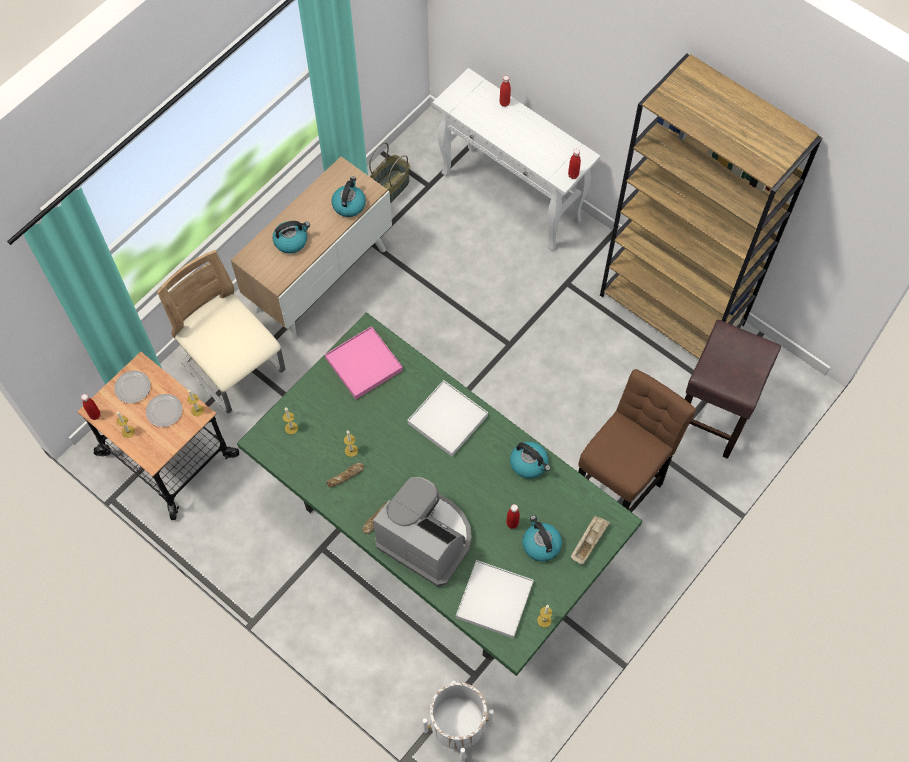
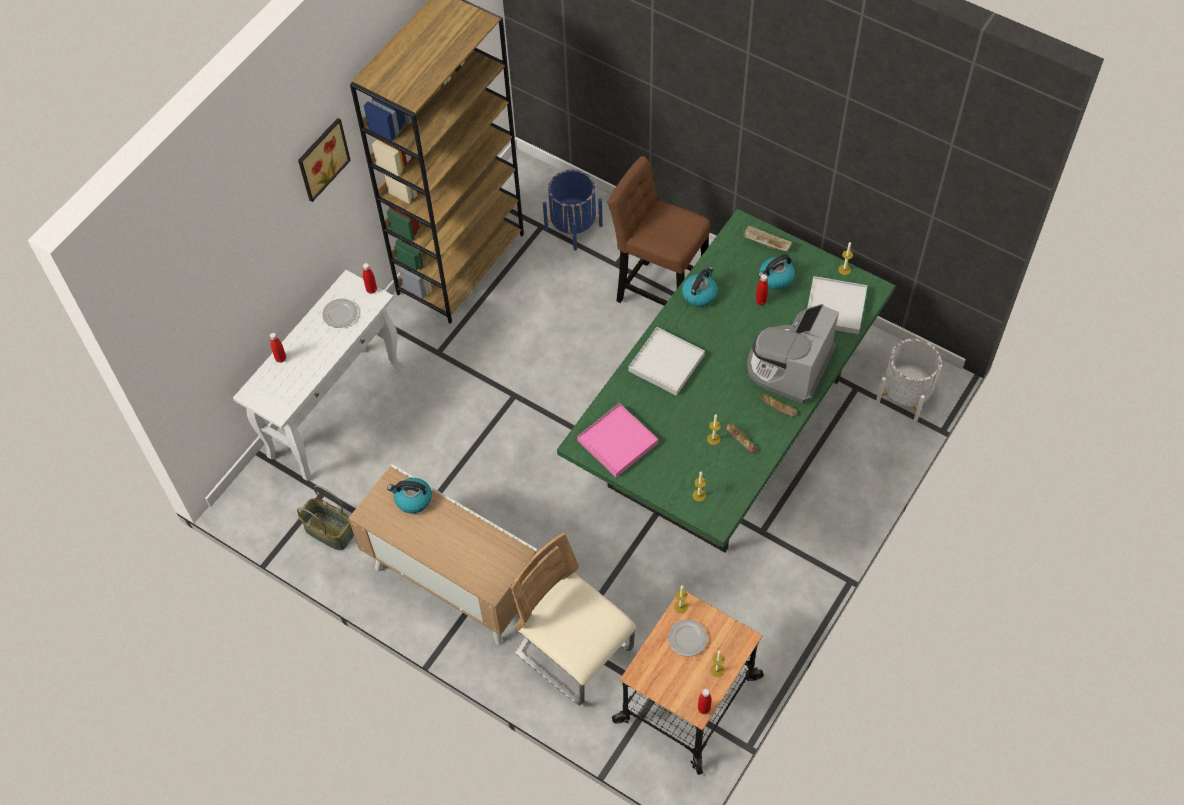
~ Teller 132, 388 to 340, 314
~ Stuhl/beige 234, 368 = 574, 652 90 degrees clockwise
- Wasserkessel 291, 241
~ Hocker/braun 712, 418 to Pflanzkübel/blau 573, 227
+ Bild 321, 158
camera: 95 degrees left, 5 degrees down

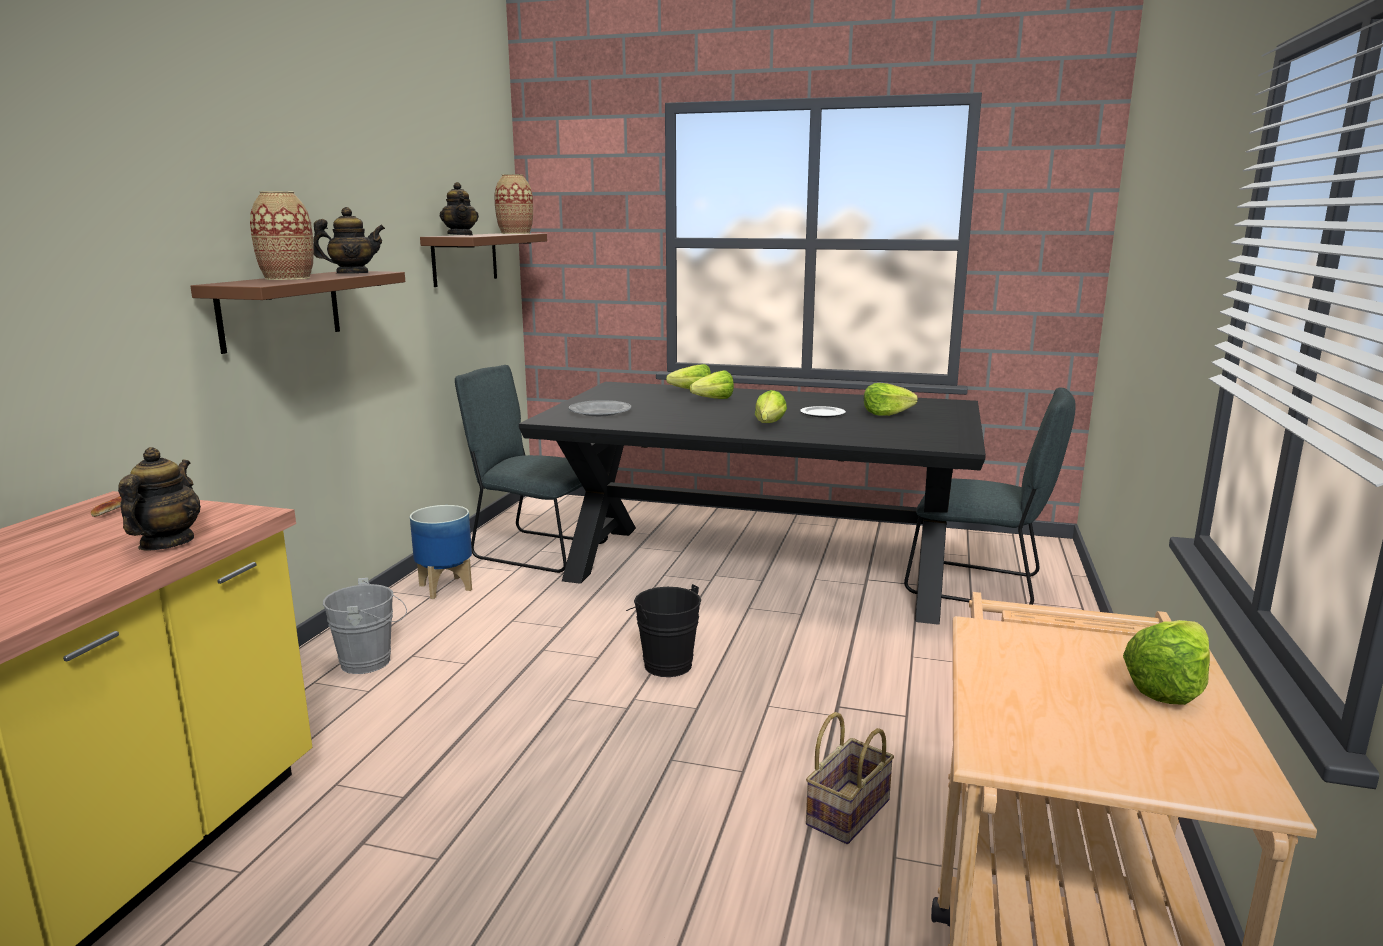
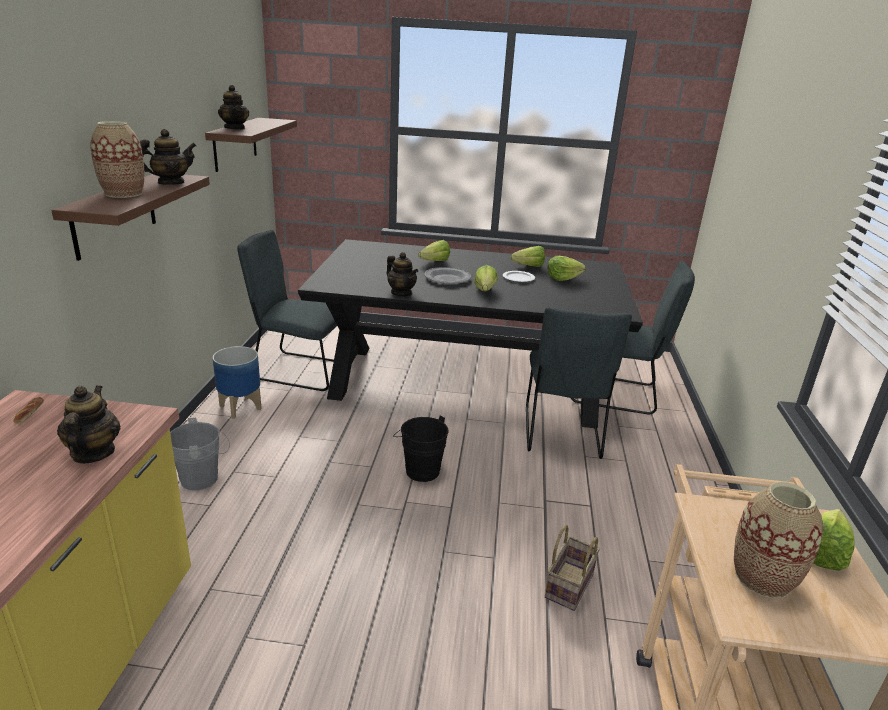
~ Vase 515, 233 to 762, 578
~ Teller/grau 600, 412 to 447, 279
~ Salatkopf 688, 391 to 526, 266
+ Teekanne 401, 293
+ Stuhl/grau 562, 435
camera: 10 degrees left, 10 degrees up

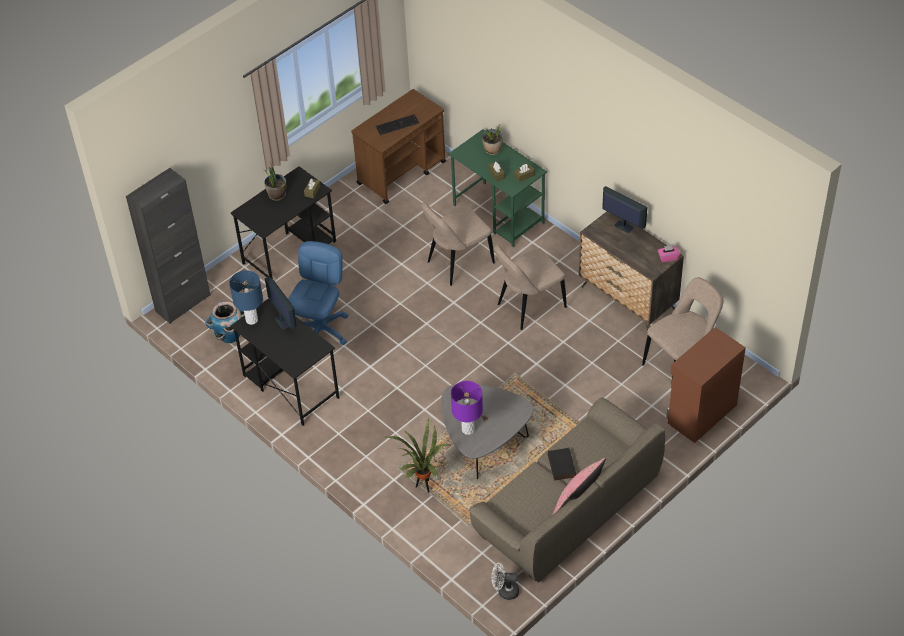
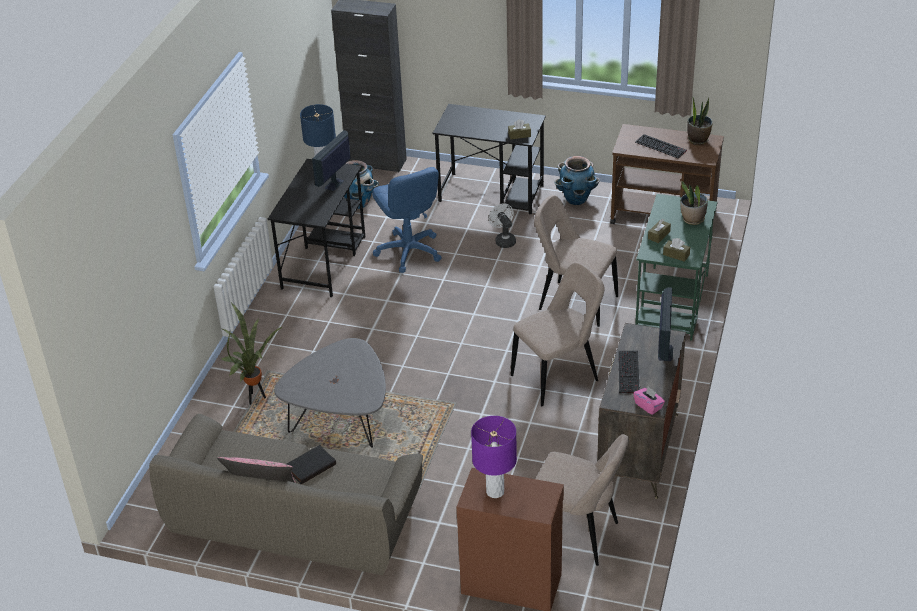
~ Topfpflanze 277, 195 to 698, 140
~ Bürostuhl/blau 321, 330 = 408, 251 75 degrees clockwise
~ Tischlampe/lila 468, 429 to 495, 492
~ Ventilator/weiß 504, 591 to 503, 240
~ Stuhl/beige 528, 307 = 558, 376 120 degrees clockwise
+ Pflanzkübel 576, 199
+ Tastatur 629, 372
camera: 60 degrees right, 10 degrees down

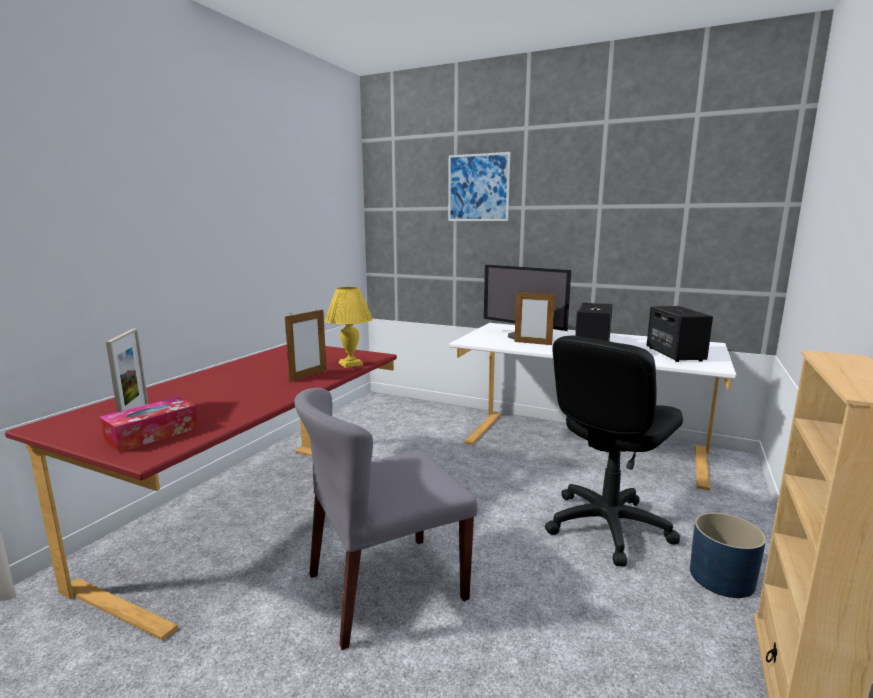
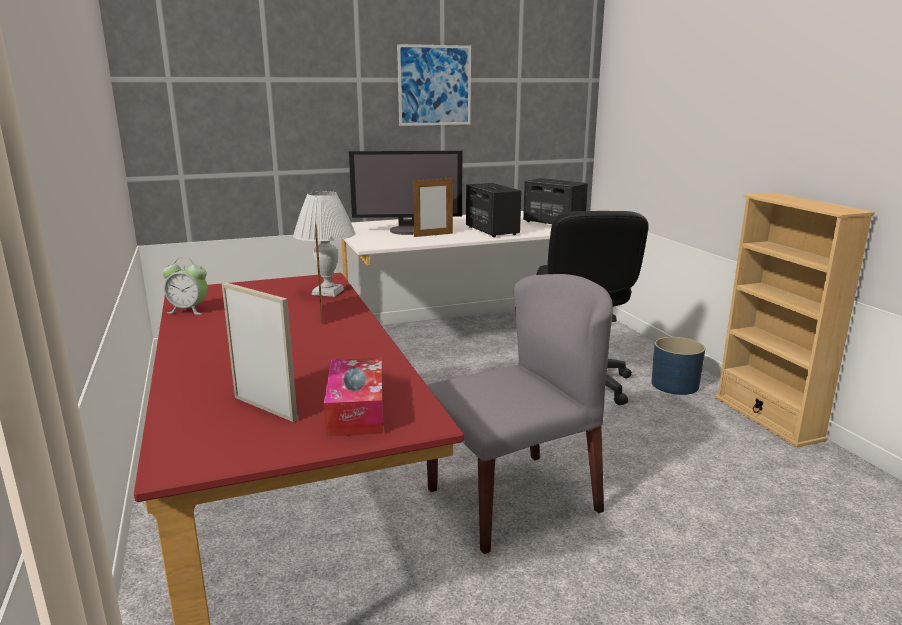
~ Stuhl/grau 385, 587 = 514, 499 135 degrees counterclockwise
~ Tischlampe/gelb 351, 364 to Tischlampe/weiß 328, 292
~ Bild 478, 187 to 434, 85
+ Wecker 189, 310
camera: 45 degrees left, 5 degrees up

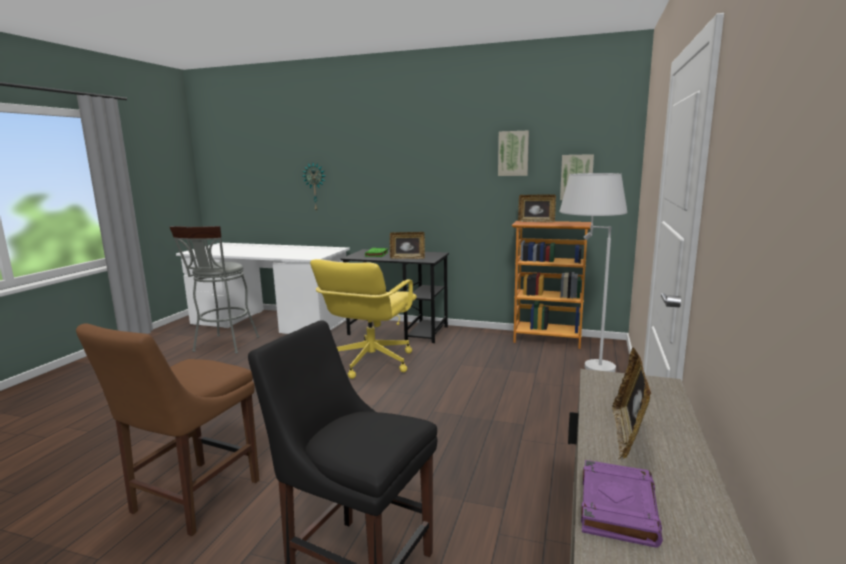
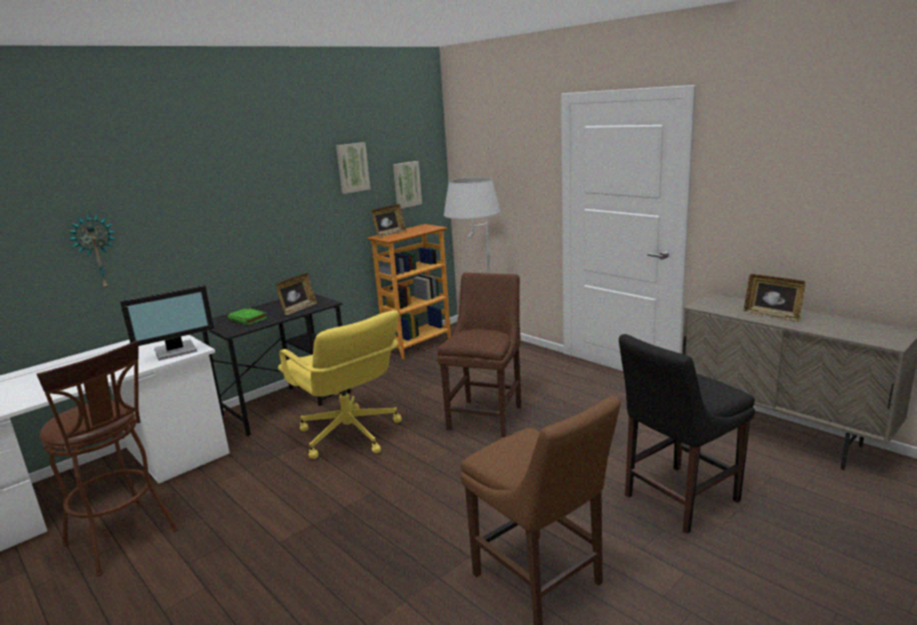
~ Hocker/grau 224, 346 to Hocker/braun 126, 540
- Buch/lila 617, 506
+ Monitor 176, 351
+ Stuhl/braun 487, 416
camera: 60 degrees left, 5 degrees up

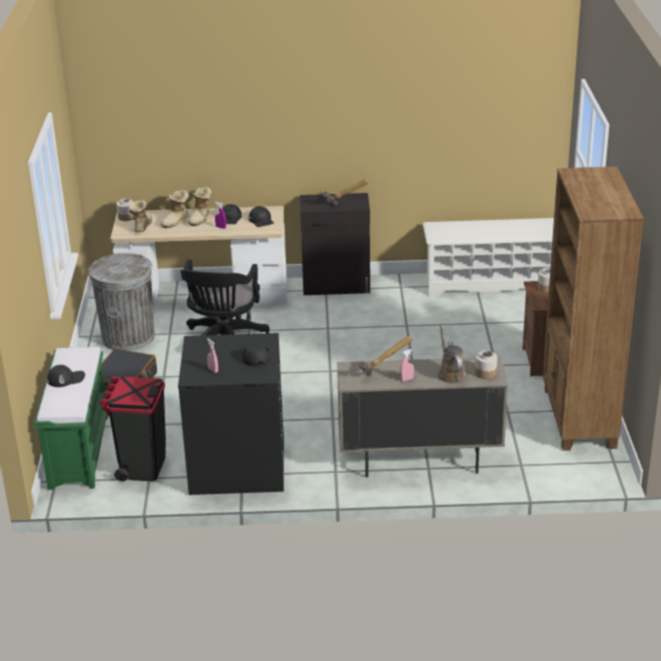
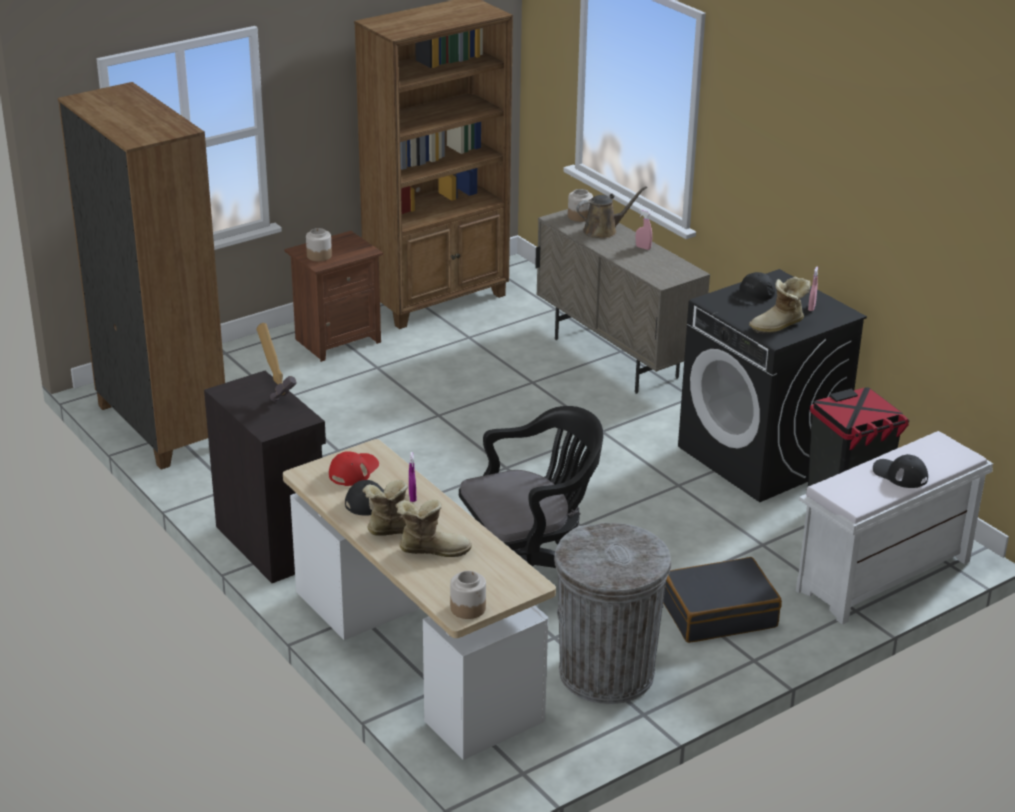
~ Bank/grün 78, 451 to Bank/weiß 883, 577
~ Stiefel 141, 227 to 779, 326
~ Kappe/schwarz 261, 220 to Kappe/rot 353, 471
- Hammer 385, 375
~ Schuhregal/weiß 489, 283 to Bücherregal/braun 162, 425
~ Gießkanne/braun 450, 374 = 603, 231 150 degrees counterclockwise
camera: 125 degrees left, 0 degrees up

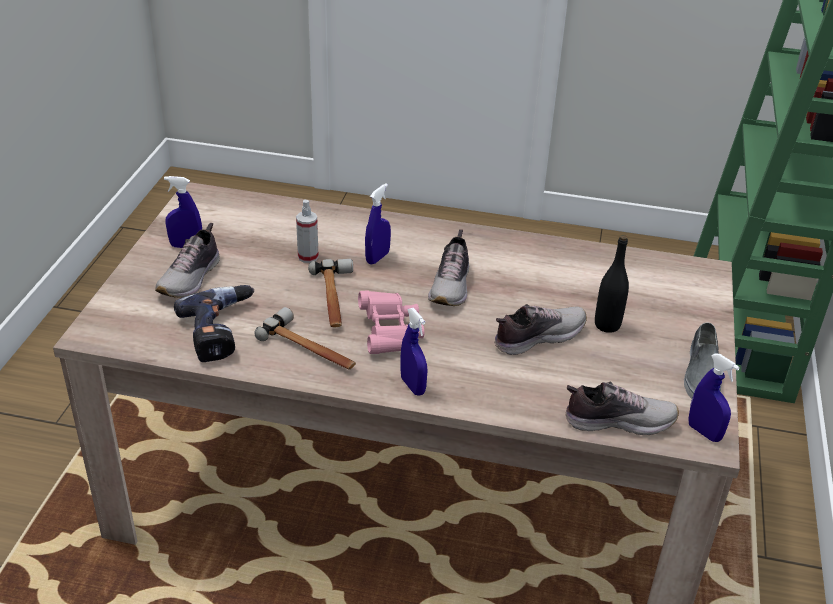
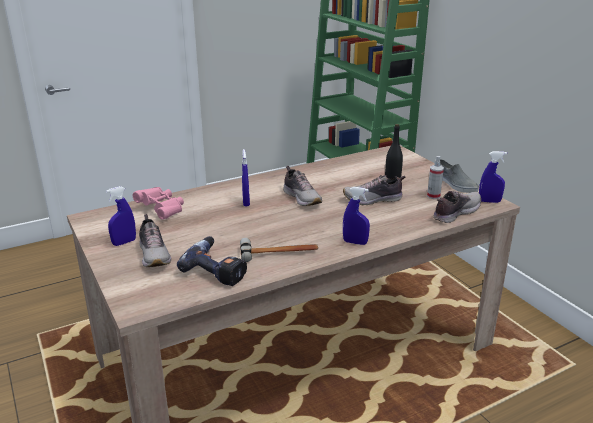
~ Sprühflasche 308, 257 to 433, 196
- Hammer 334, 298
~ Fernglas/rosa 390, 334 to 162, 210
~ Schuh 537, 337 = 373, 200 120 degrees counterclockwise
camera: 40 degrees left, 10 degrees down

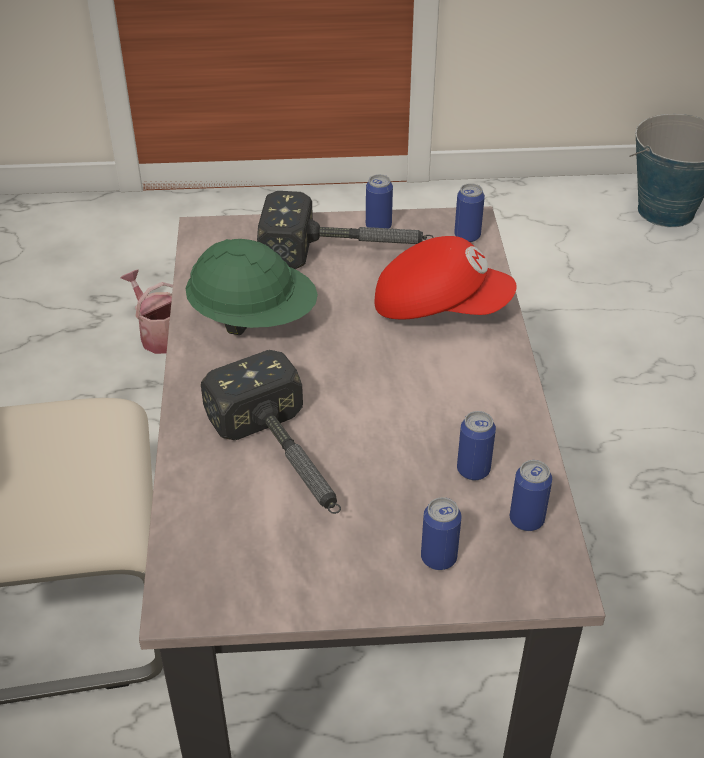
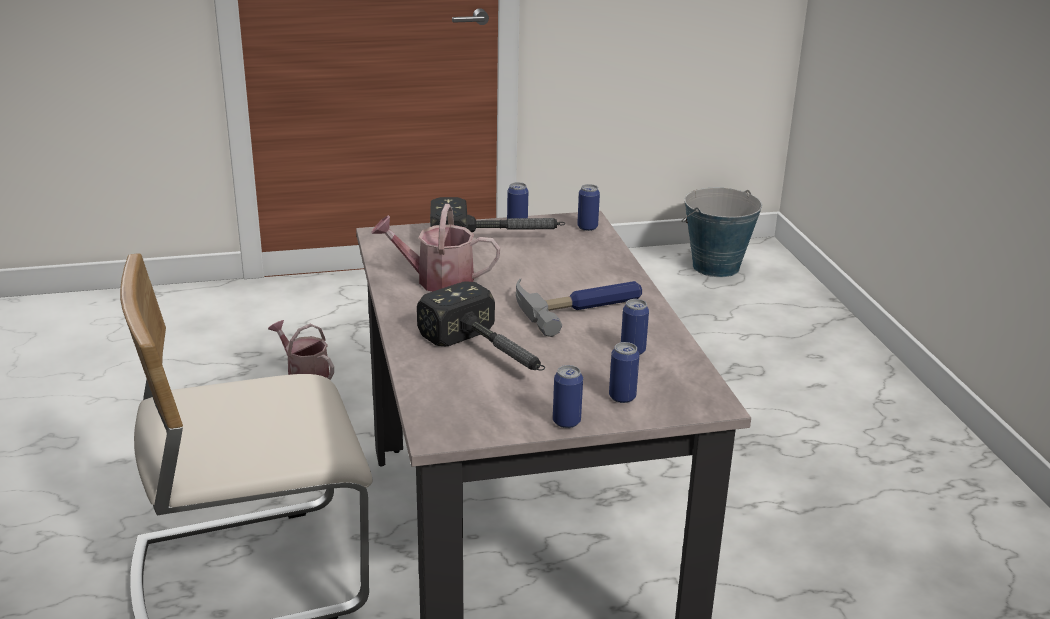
~ Schutzhelm/grün 253, 319 to Gießkanne 437, 280
- Kappe/rot 440, 306
~ Dose 526, 520 to 566, 421
+ Hammer 580, 306
camera: 10 degrees left, 15 degrees down

